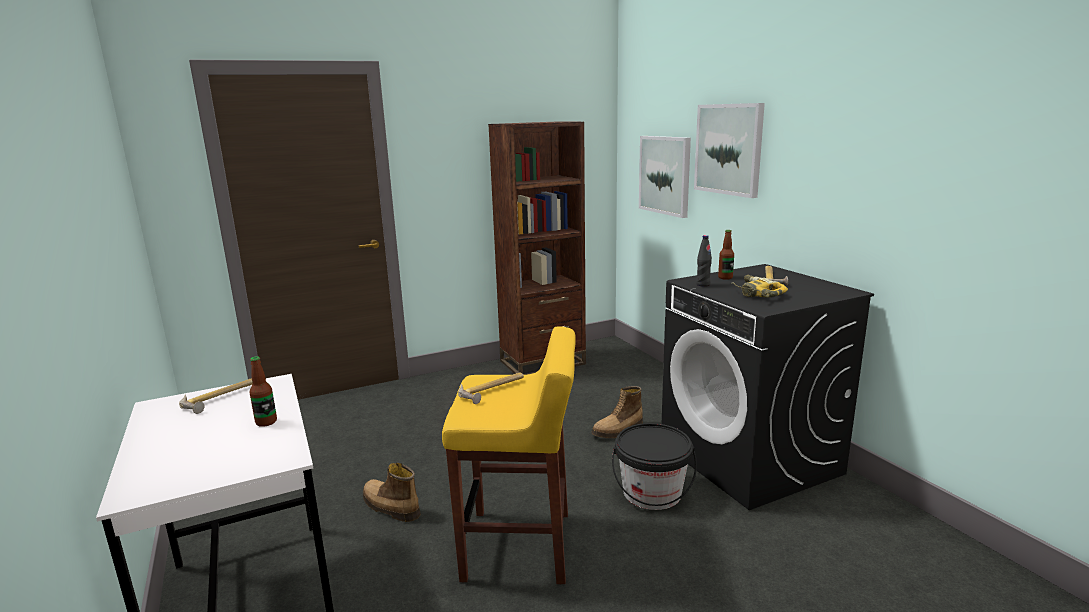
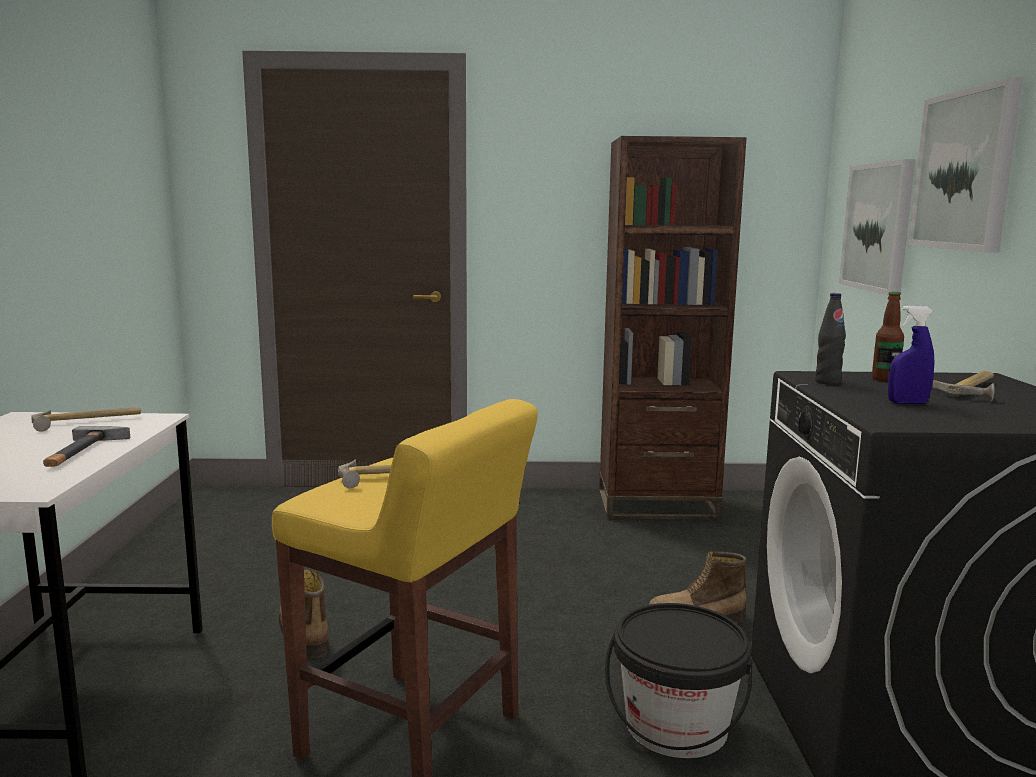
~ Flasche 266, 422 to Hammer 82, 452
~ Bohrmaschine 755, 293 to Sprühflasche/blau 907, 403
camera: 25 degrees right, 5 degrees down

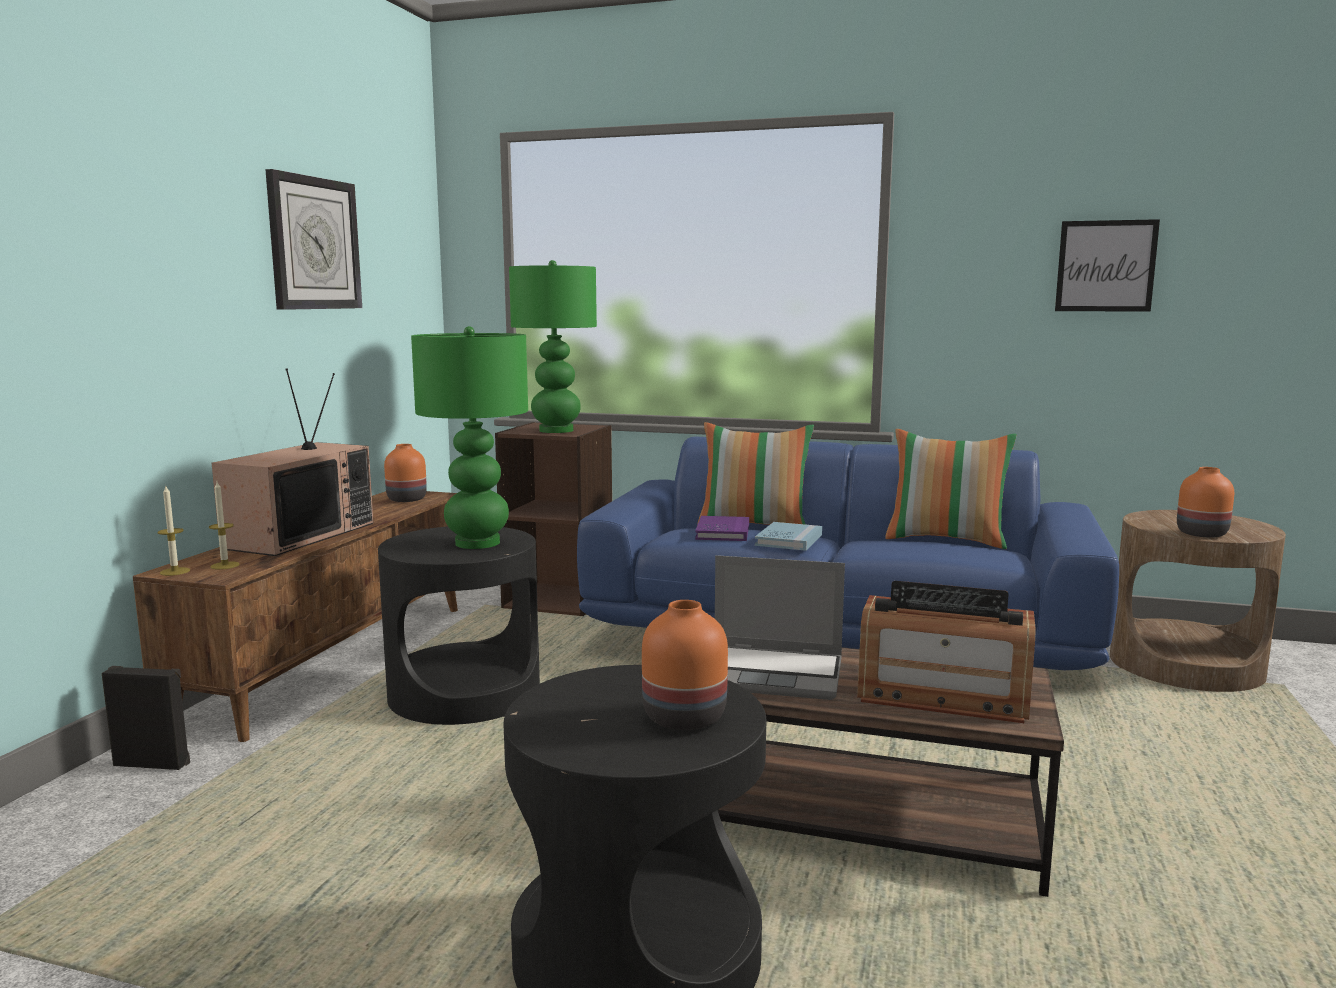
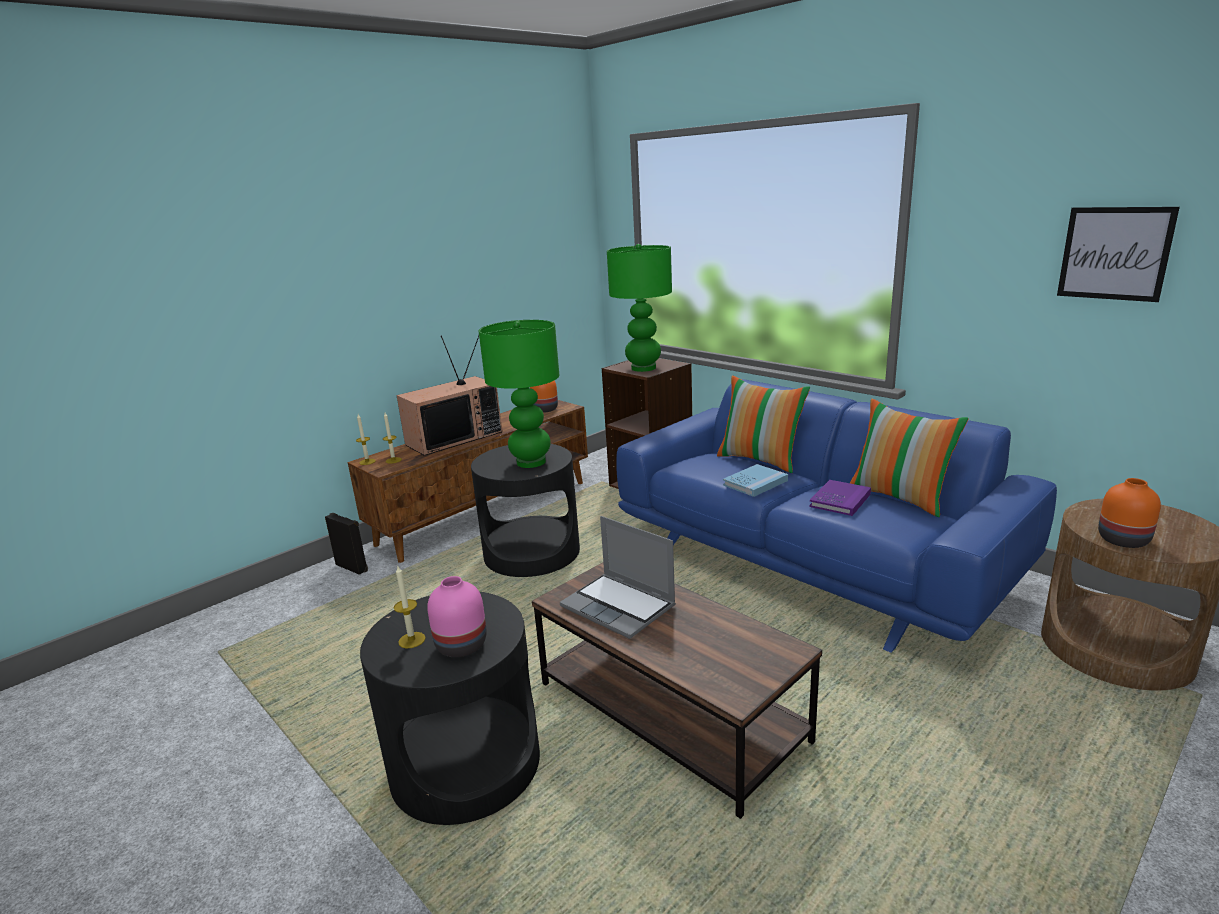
- Wanduhr 314, 244
~ Vase/orange 682, 717 to Vase/rosa 460, 645
~ Buch/lila 723, 532 to 840, 500
- Radio 942, 697
+ Kerze 412, 640
camera: 30 degrees right, 10 degrees up

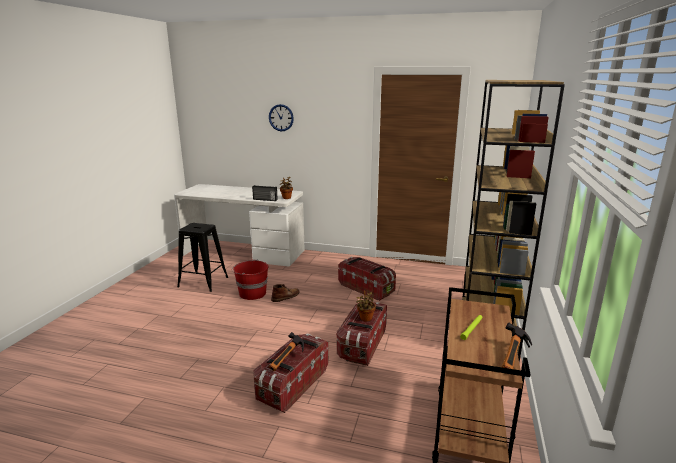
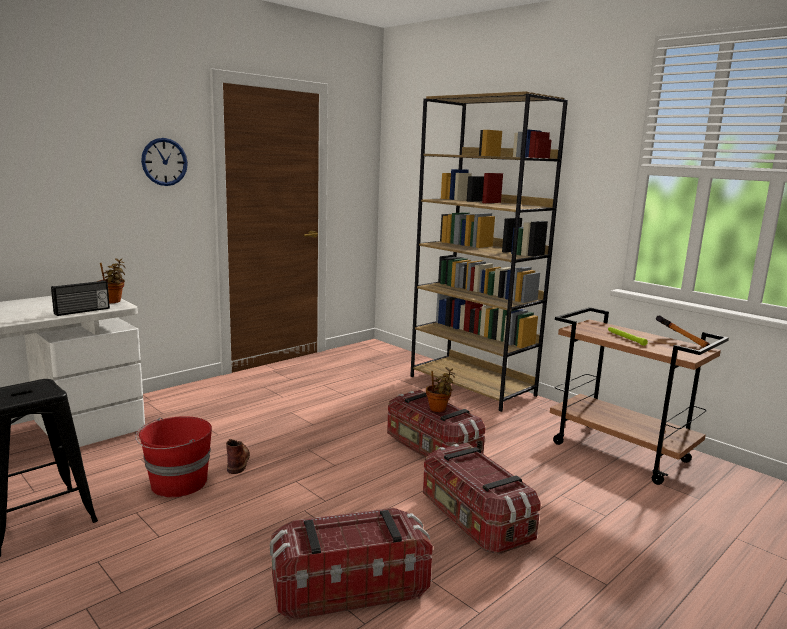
~ Wanduhr 281, 117 to 164, 162
- Hammer 288, 360
~ Aufbewahrungsbox 366, 288 to 349, 587
camera: 60 degrees left, 5 degrees down

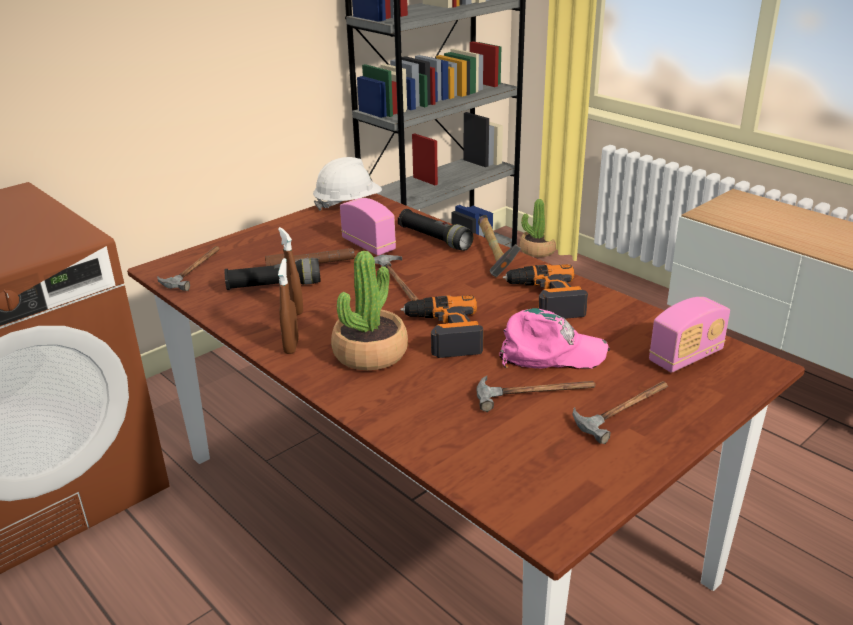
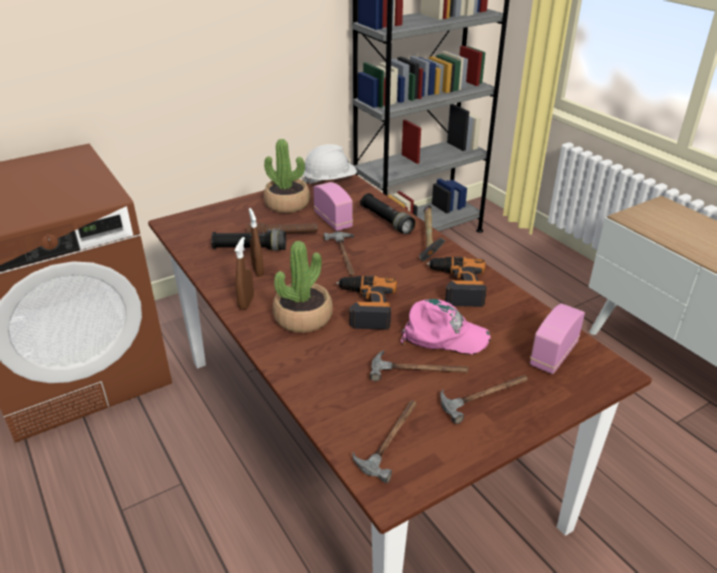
~ Hammer 194, 269 to 391, 438
~ Topfpflanze 538, 250 to 287, 204
~ Radio 686, 357 = 553, 355 150 degrees clockwise
camera: 10 degrees right, 5 degrees up

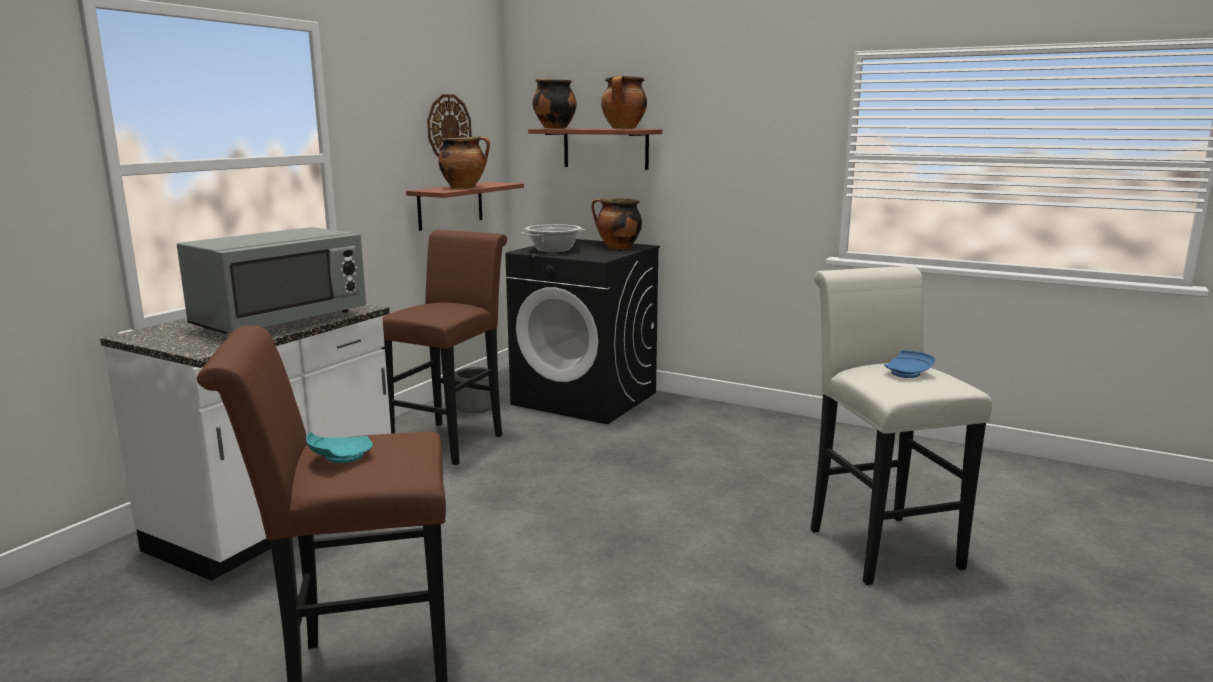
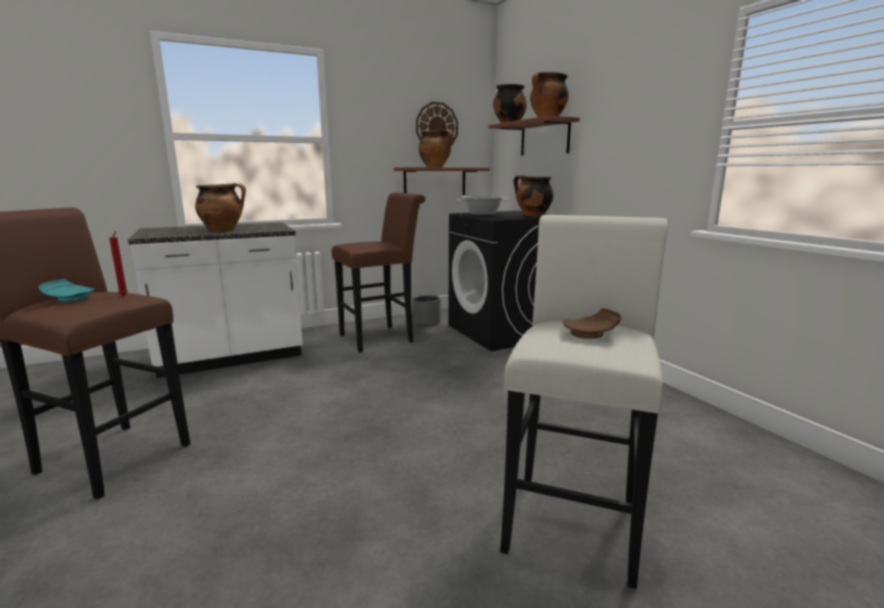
~ Mikrowelle/grau 281, 321 to Kochtopf 223, 230
~ Teller/blau 908, 373 to Teller/braun 591, 334
+ Kerze/rot 124, 295
camera: 35 degrees right, 0 degrees up

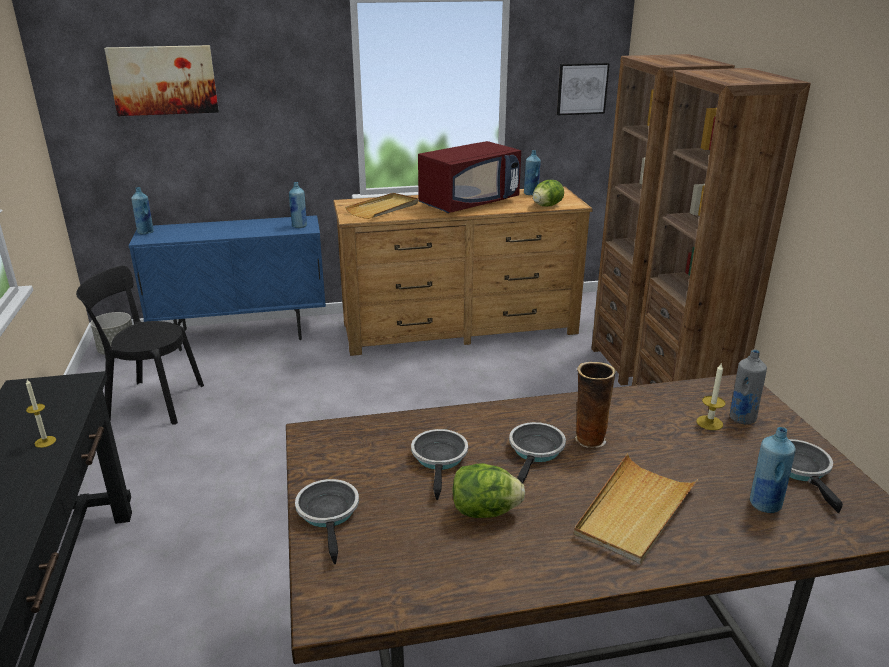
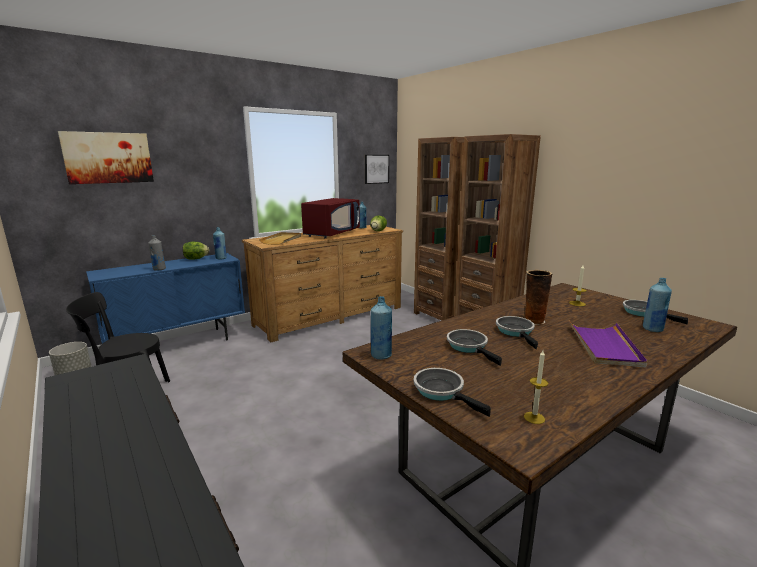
~ Kerze 45, 442 to 534, 418
~ Flasche/blau 146, 232 to 381, 355
~ Salatkopf 484, 511 to 196, 259
~ Tablett/beige 634, 511 to Tablett/lila 604, 346
~ Flasche/grau 742, 418 to 159, 269
camera: 25 degrees left, 10 degrees down

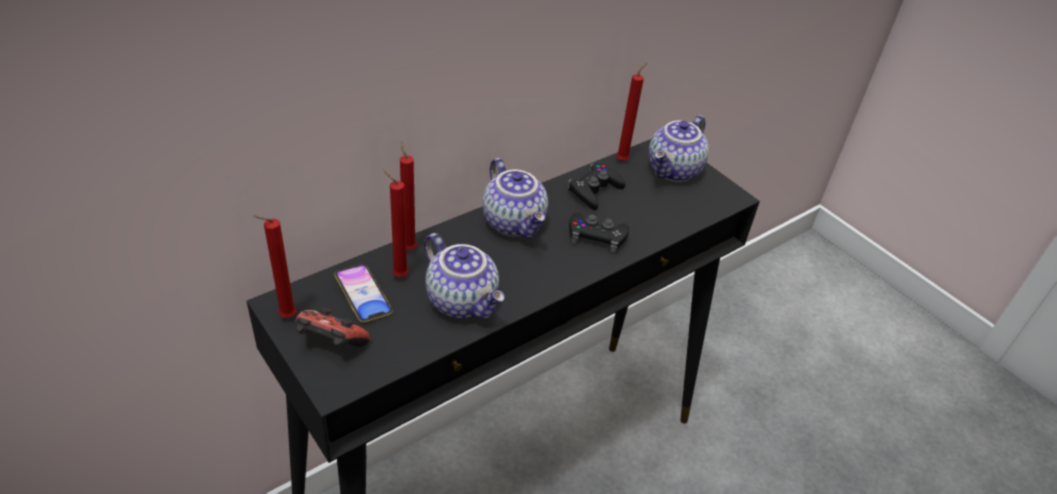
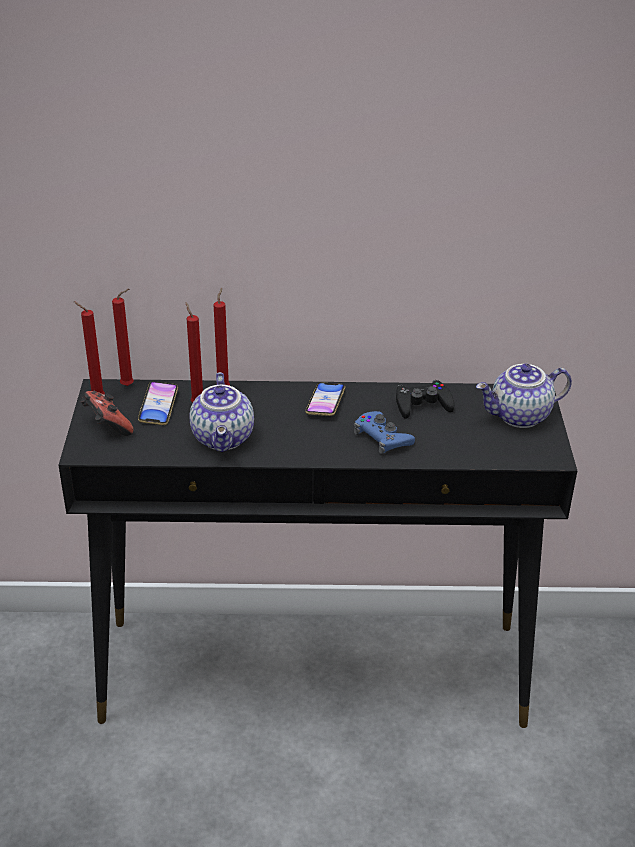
~ Teekanne 515, 223 to Handy 325, 402
~ Gamepad/schwarz 596, 236 to Gamepad/blau 382, 437
~ Kerze/rot 623, 160 to 129, 385
camera: 40 degrees right, 5 degrees down

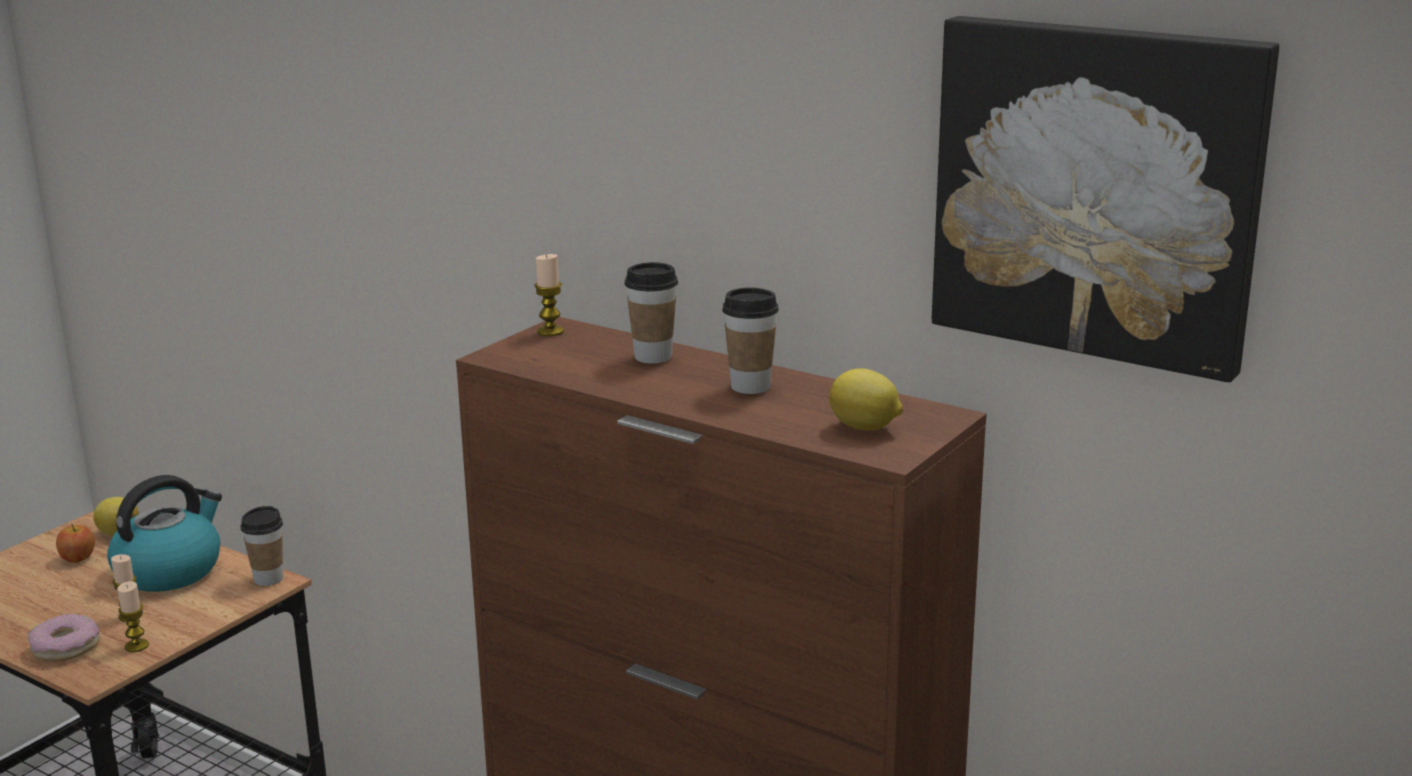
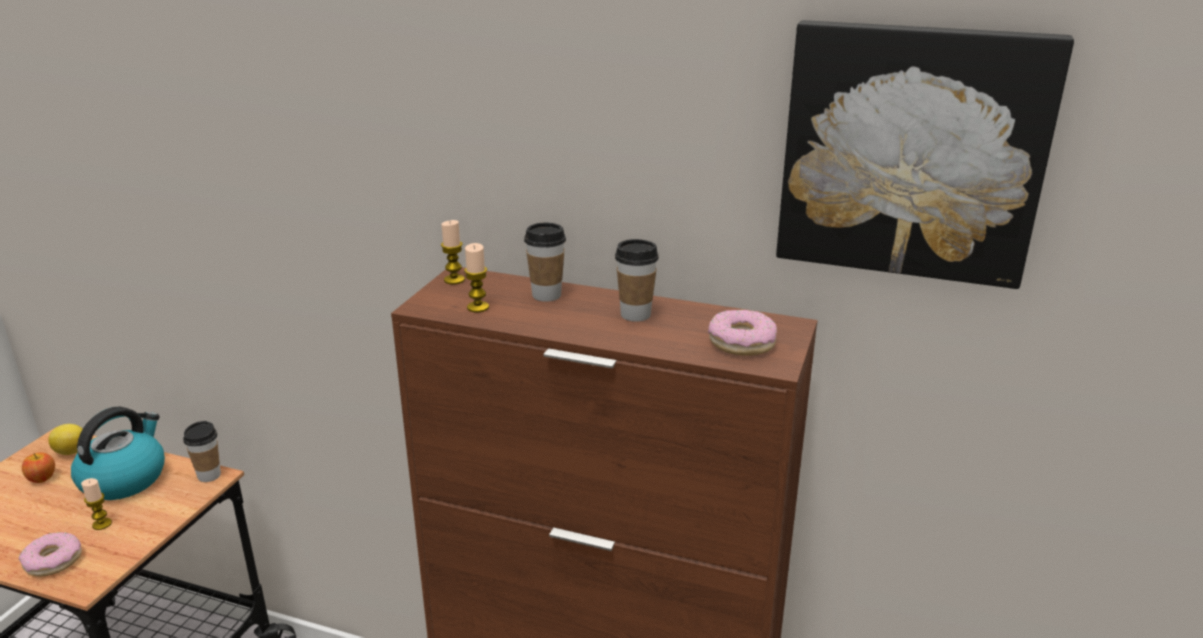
~ Kerze 137, 646 to 478, 307
~ Zitrone 865, 427 to Donut 742, 342
camera: 15 degrees left, 5 degrees up

